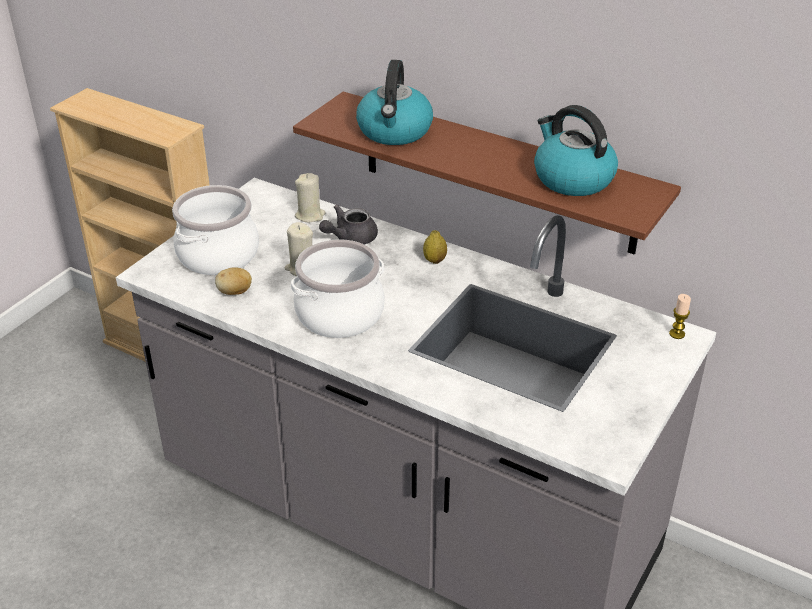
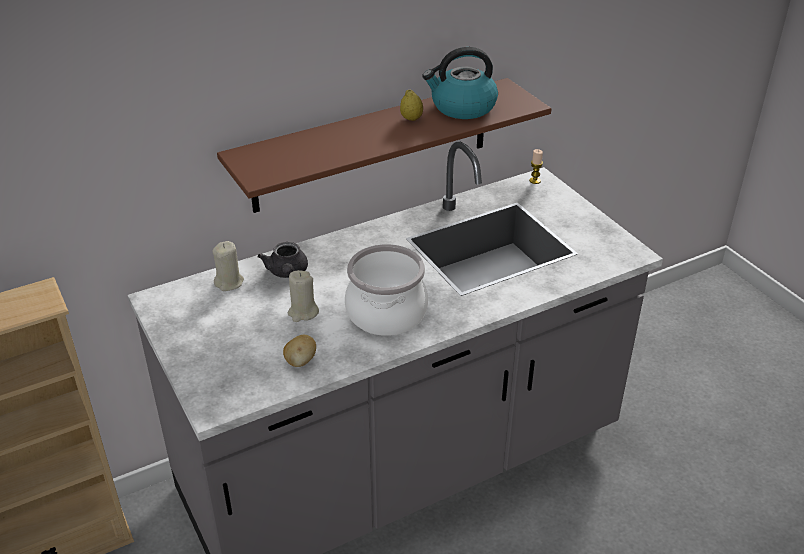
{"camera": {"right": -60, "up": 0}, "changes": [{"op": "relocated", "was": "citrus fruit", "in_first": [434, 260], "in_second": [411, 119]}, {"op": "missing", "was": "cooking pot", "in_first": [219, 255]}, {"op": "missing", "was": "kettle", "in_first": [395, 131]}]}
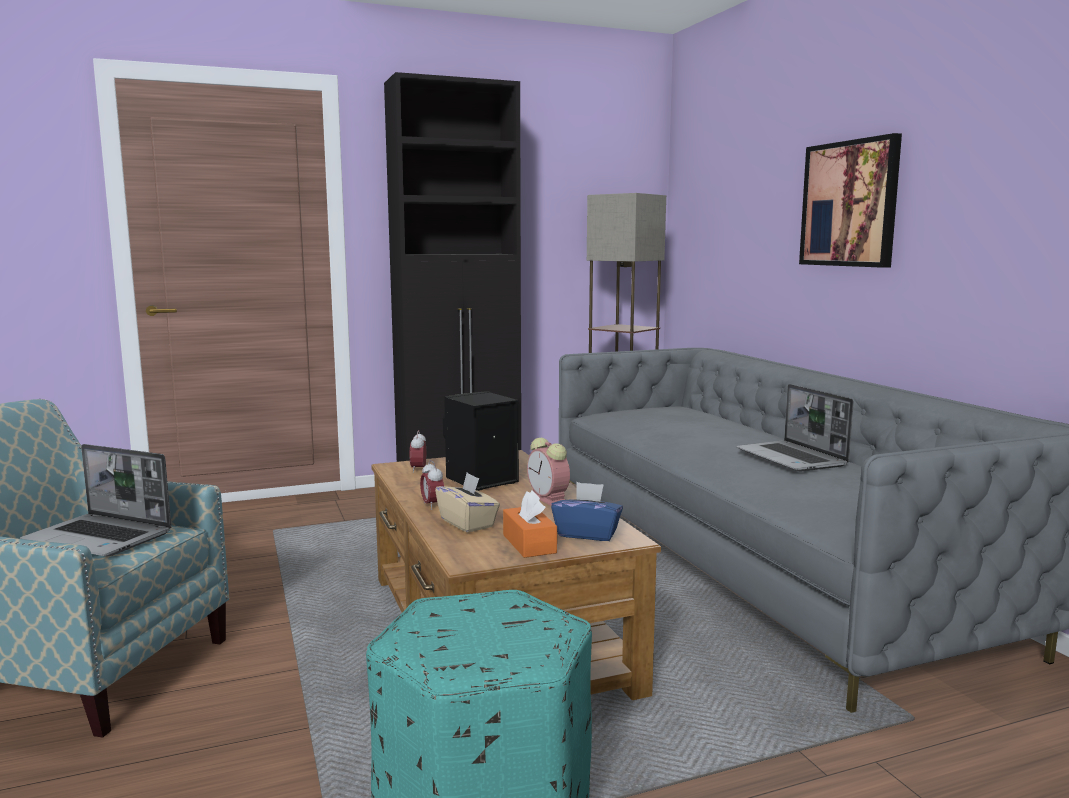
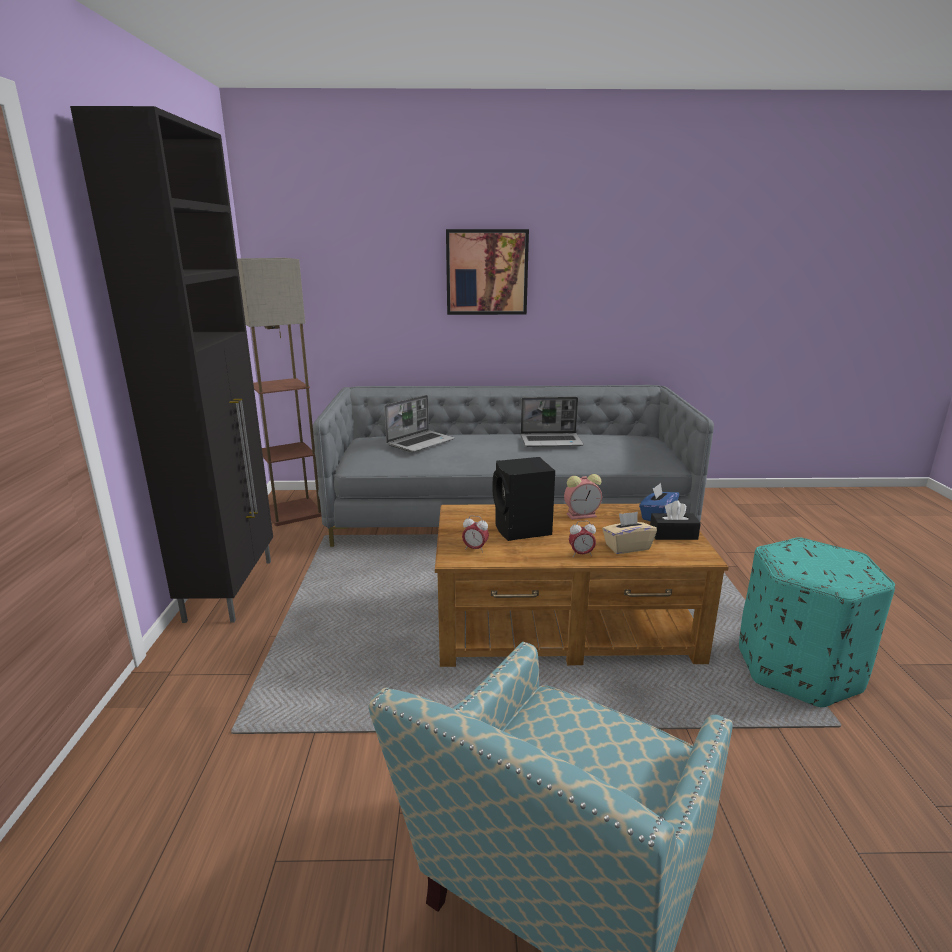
{"camera": {"right": -70, "up": 10}, "changes": [{"op": "relocated", "was": "notebook computer", "in_first": [100, 537], "in_second": [421, 442]}, {"op": "colour", "was": "orangey tissue holder", "now": "black-coloured tissue holder", "in_first": [529, 544], "in_second": [673, 534]}]}
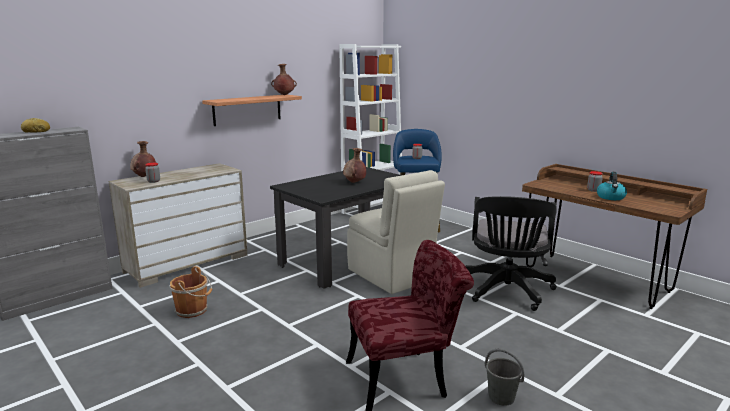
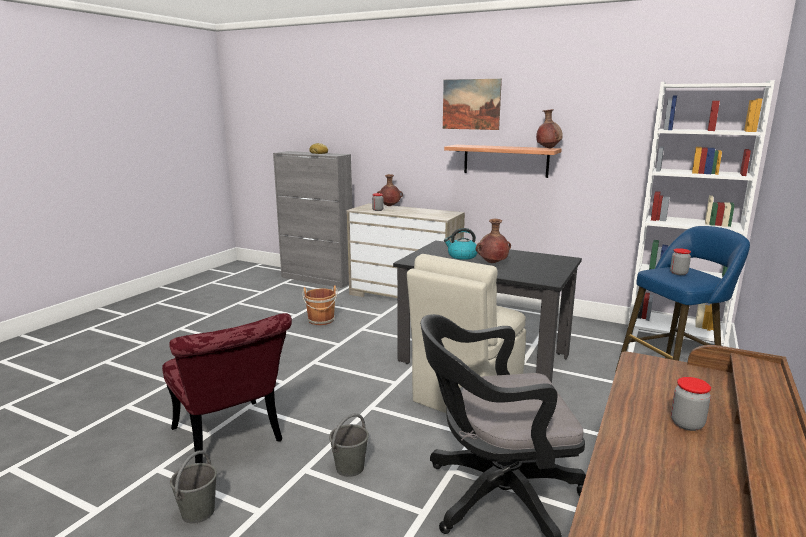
{"camera": {"right": 70, "up": 0}, "changes": [{"op": "appeared", "now": "grey bucket", "in_second": [349, 468]}, {"op": "appeared", "now": "wall art", "in_second": [471, 104]}, {"op": "relocated", "was": "kettle", "in_first": [611, 197], "in_second": [462, 256]}]}
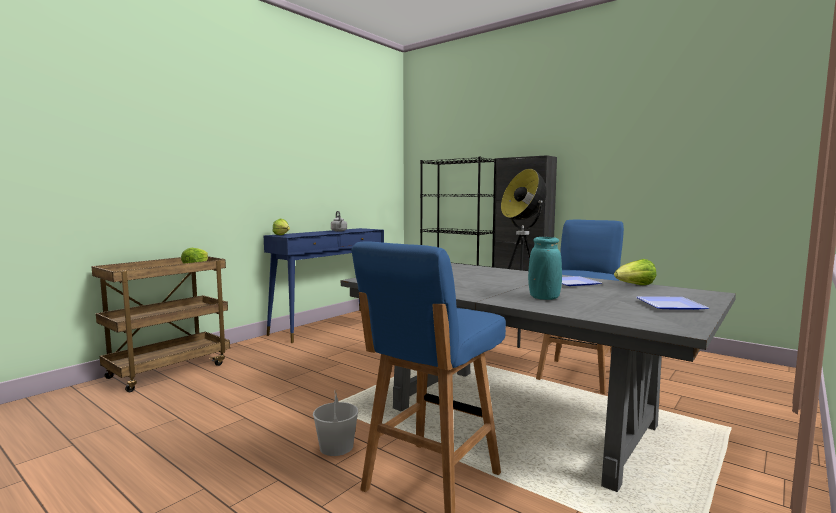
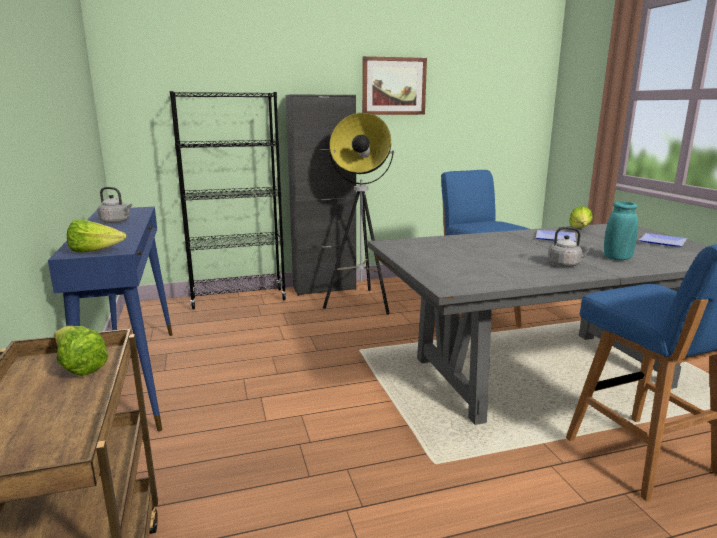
{"camera": {"right": -55, "up": 10}, "changes": [{"op": "appeared", "now": "wall art", "in_second": [393, 86]}, {"op": "appeared", "now": "grey kettle", "in_second": [565, 264]}, {"op": "missing", "was": "white-coloured bucket", "in_first": [336, 446]}]}
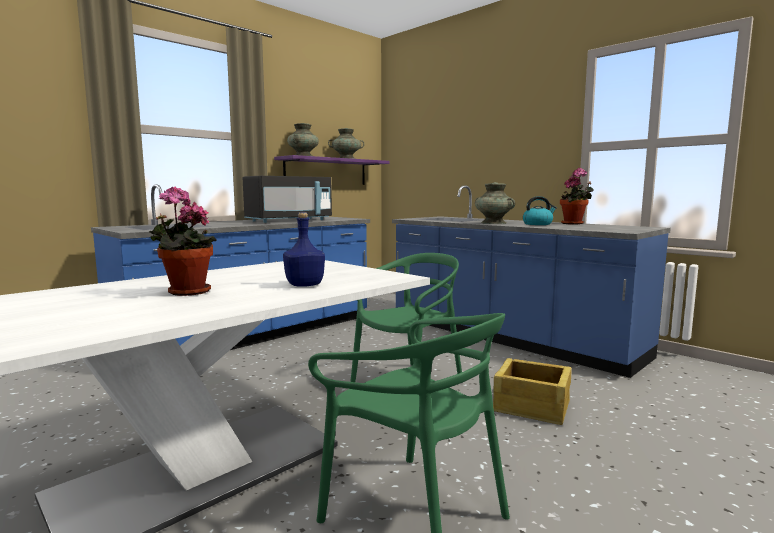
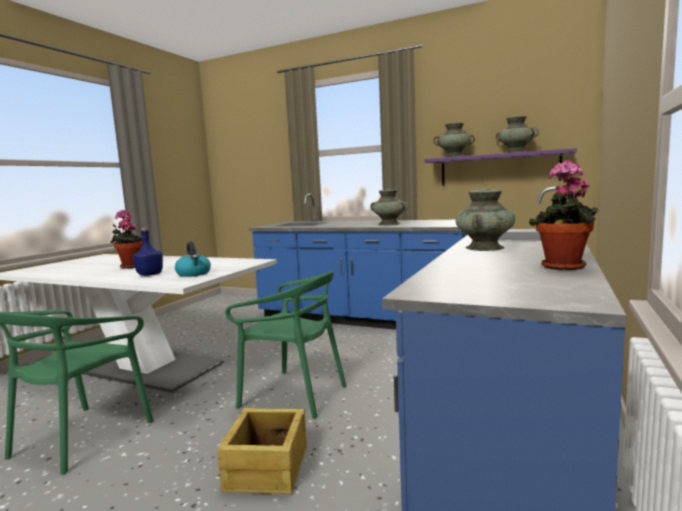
{"camera": {"right": 70, "up": 0}, "changes": [{"op": "relocated", "was": "kettle", "in_first": [538, 224], "in_second": [194, 274]}, {"op": "exchanged", "was": "black-coloured microwave oven", "now": "blue-green vase", "in_first": [289, 221], "in_second": [389, 224]}]}
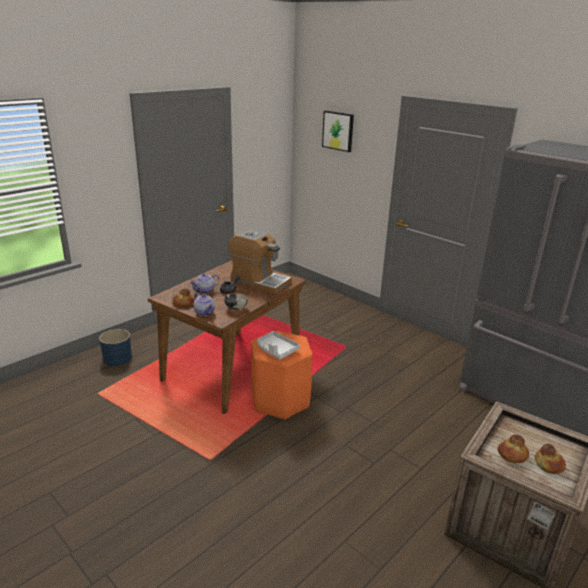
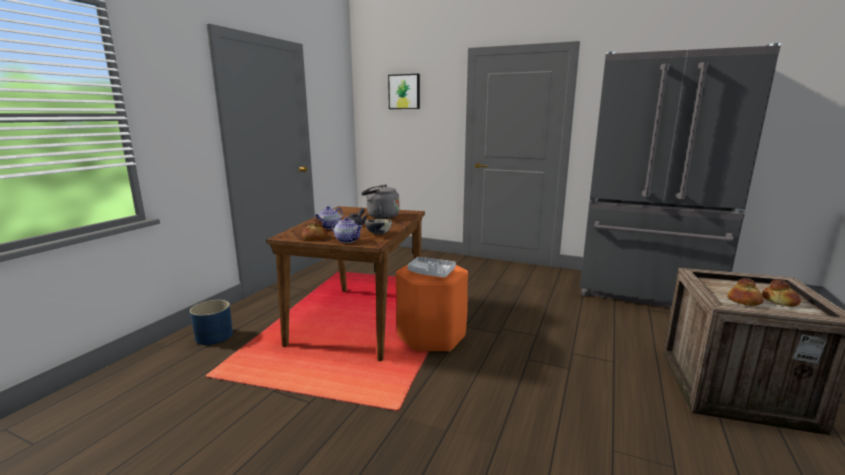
{"camera": {"right": -20, "up": -10}, "changes": [{"op": "exchanged", "was": "coffee brewer", "now": "grey kettle", "in_first": [259, 281], "in_second": [380, 216]}]}
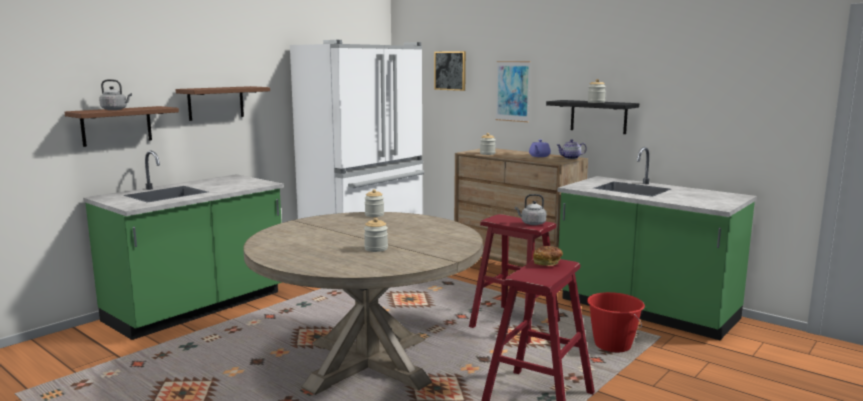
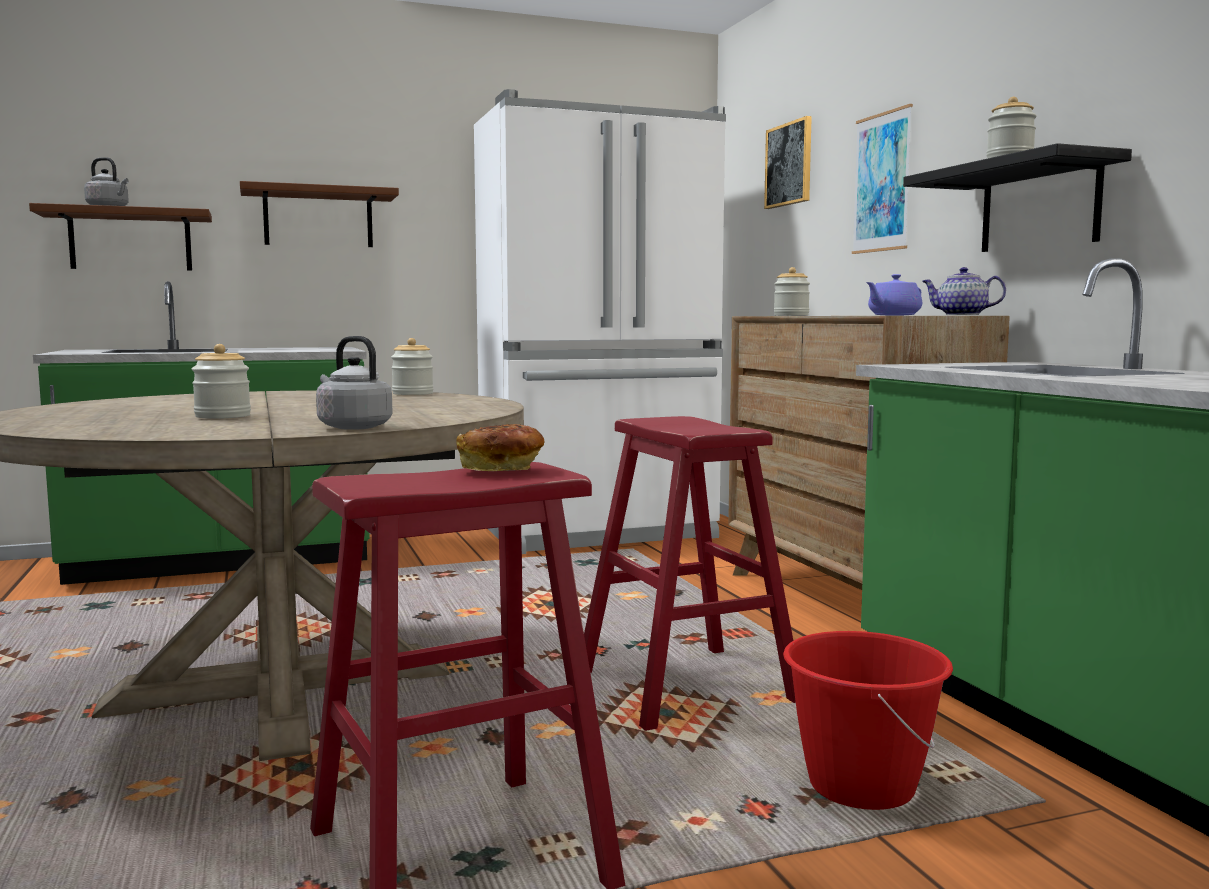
{"camera": {"right": 30, "up": -5}, "changes": [{"op": "relocated", "was": "grey kettle", "in_first": [531, 223], "in_second": [352, 427]}]}
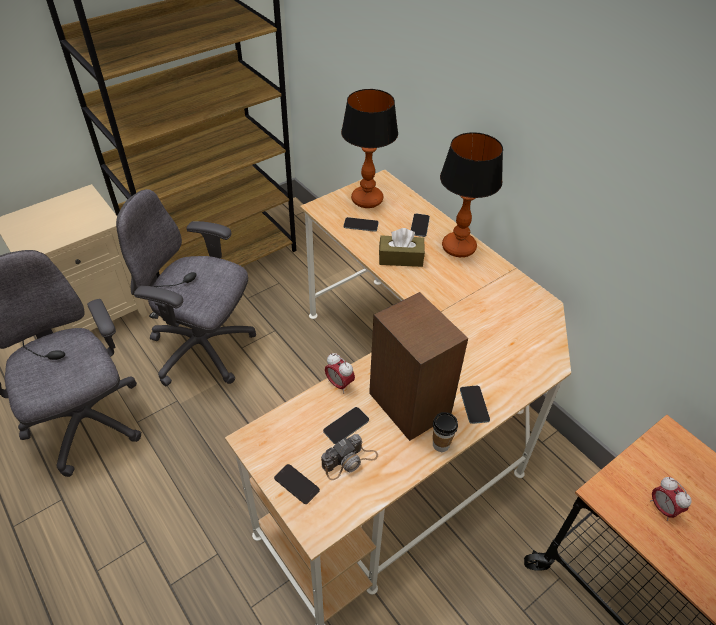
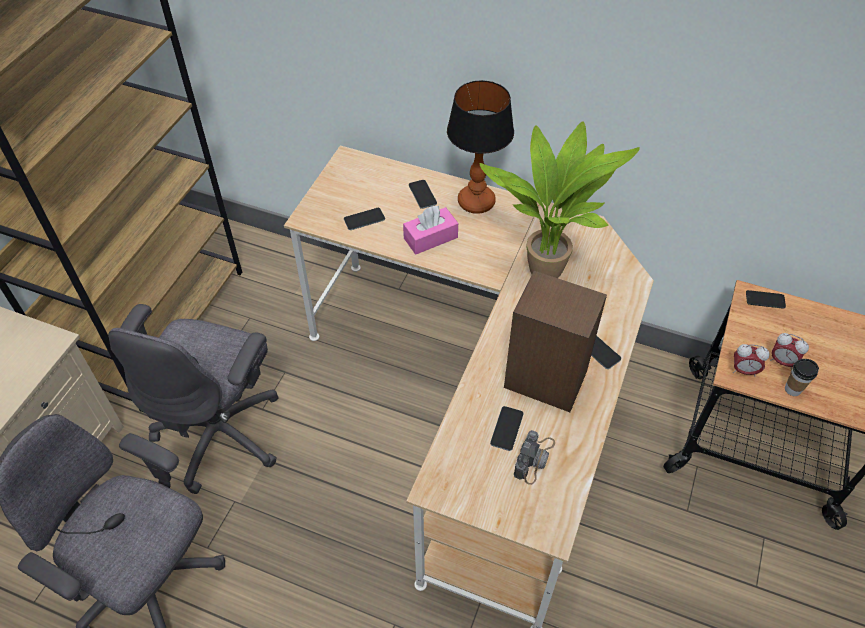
{"camera": {"right": -30, "up": 5}, "changes": [{"op": "spun", "was": "grey desk chair", "in_first": [204, 350], "in_second": [222, 432], "clockwise": -60}, {"op": "colour", "was": "brown-coloured tissue holder", "now": "pink-coloured tissue holder", "in_first": [401, 258], "in_second": [430, 238]}, {"op": "appeared", "now": "plant in a pot", "in_second": [546, 269]}, {"op": "relocated", "was": "table clock", "in_first": [339, 384], "in_second": [743, 371]}, {"op": "relocated", "was": "phone", "in_first": [296, 484], "in_second": [765, 300]}, {"op": "relocated", "was": "drinking cup", "in_first": [441, 444], "in_second": [792, 389]}, {"op": "missing", "was": "table lamp", "in_first": [366, 200]}]}
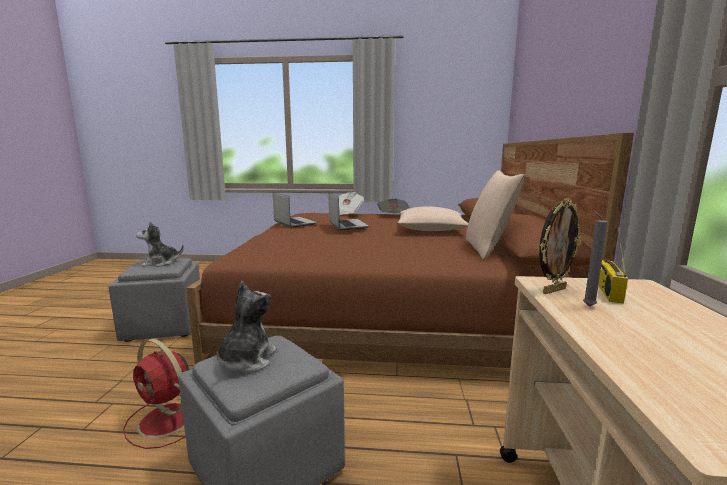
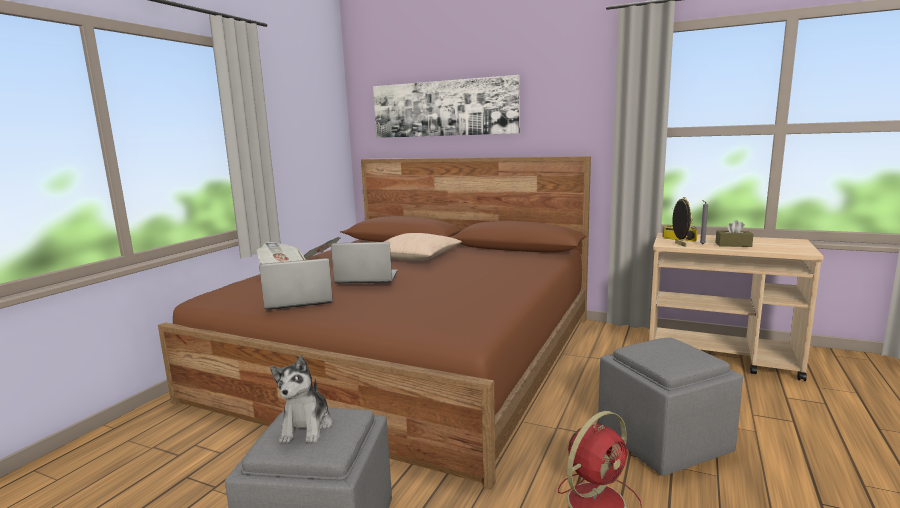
{"camera": {"right": -70, "up": 0}, "changes": [{"op": "appeared", "now": "wall art", "in_second": [443, 108]}, {"op": "appeared", "now": "brown-coloured tissue holder", "in_second": [733, 245]}, {"op": "missing", "was": "cuddly toy", "in_first": [246, 361]}, {"op": "missing", "was": "beige throw pillow", "in_first": [488, 249]}]}
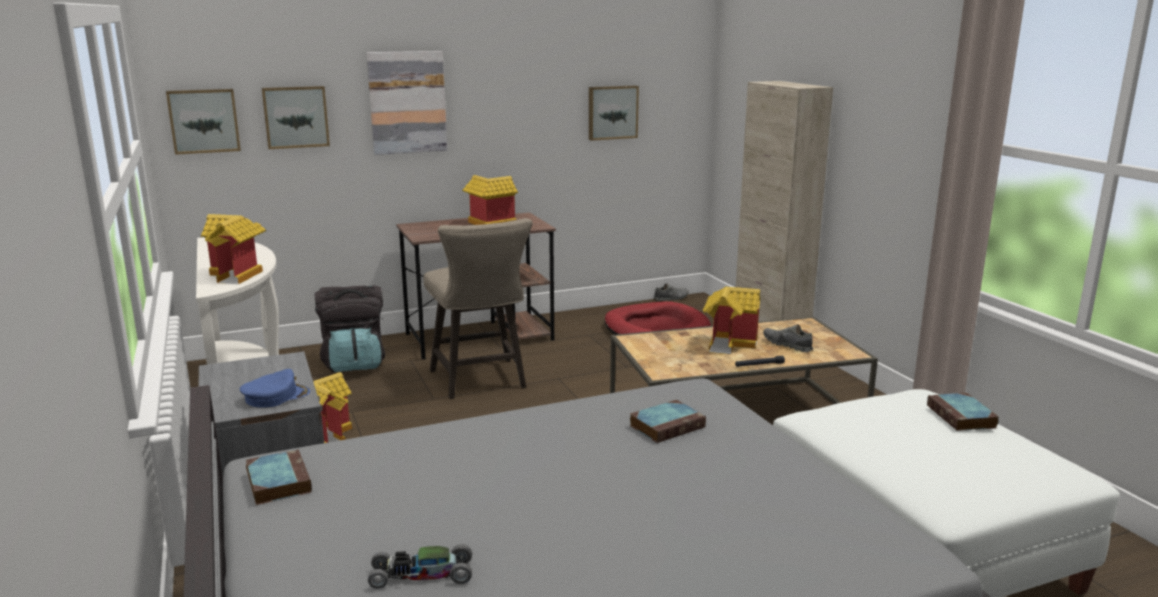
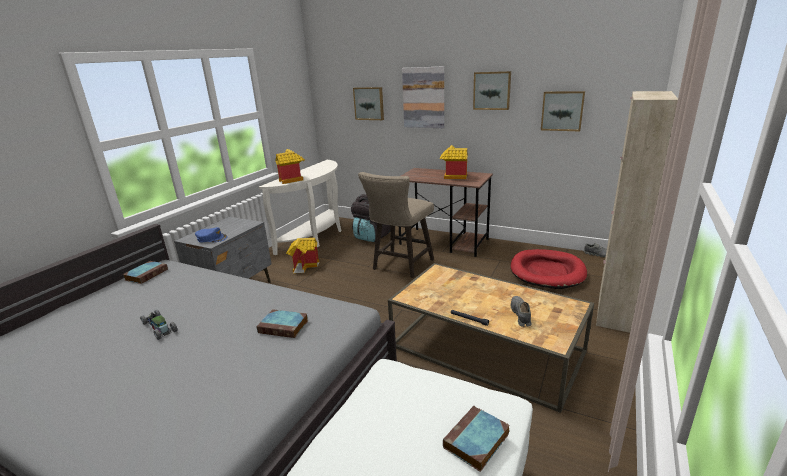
{"camera": {"right": 50, "up": 5}, "changes": [{"op": "relocated", "was": "miniature car", "in_first": [421, 575], "in_second": [159, 327]}, {"op": "relocated", "was": "wall art", "in_first": [204, 121], "in_second": [492, 90]}, {"op": "missing", "was": "toy house", "in_first": [729, 343]}]}
